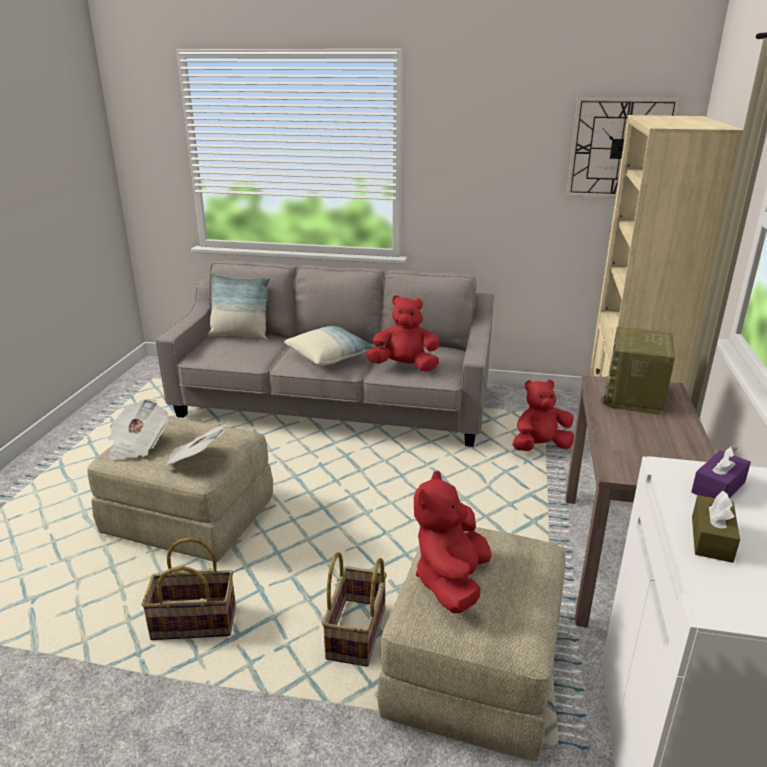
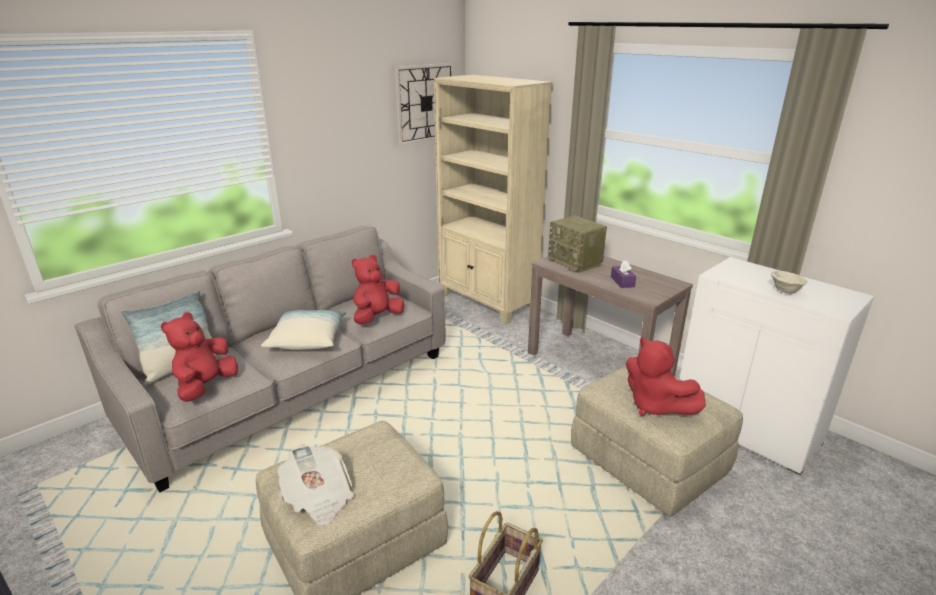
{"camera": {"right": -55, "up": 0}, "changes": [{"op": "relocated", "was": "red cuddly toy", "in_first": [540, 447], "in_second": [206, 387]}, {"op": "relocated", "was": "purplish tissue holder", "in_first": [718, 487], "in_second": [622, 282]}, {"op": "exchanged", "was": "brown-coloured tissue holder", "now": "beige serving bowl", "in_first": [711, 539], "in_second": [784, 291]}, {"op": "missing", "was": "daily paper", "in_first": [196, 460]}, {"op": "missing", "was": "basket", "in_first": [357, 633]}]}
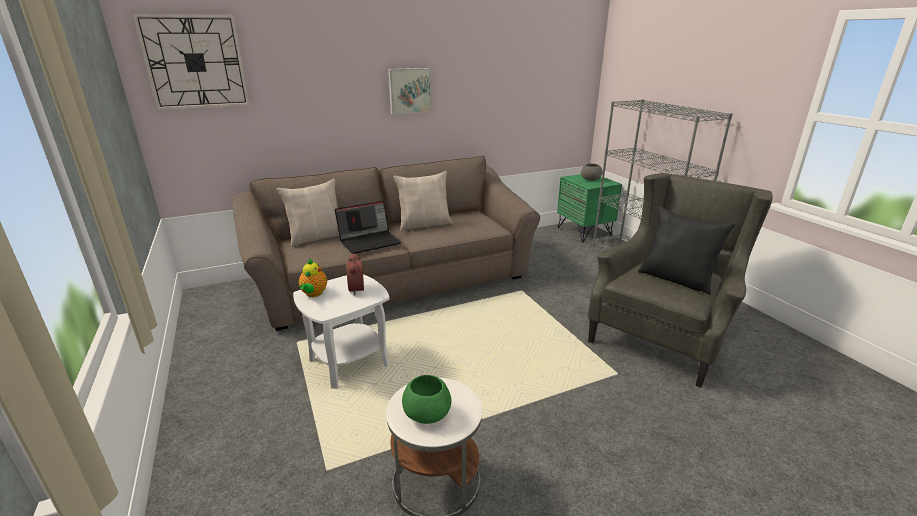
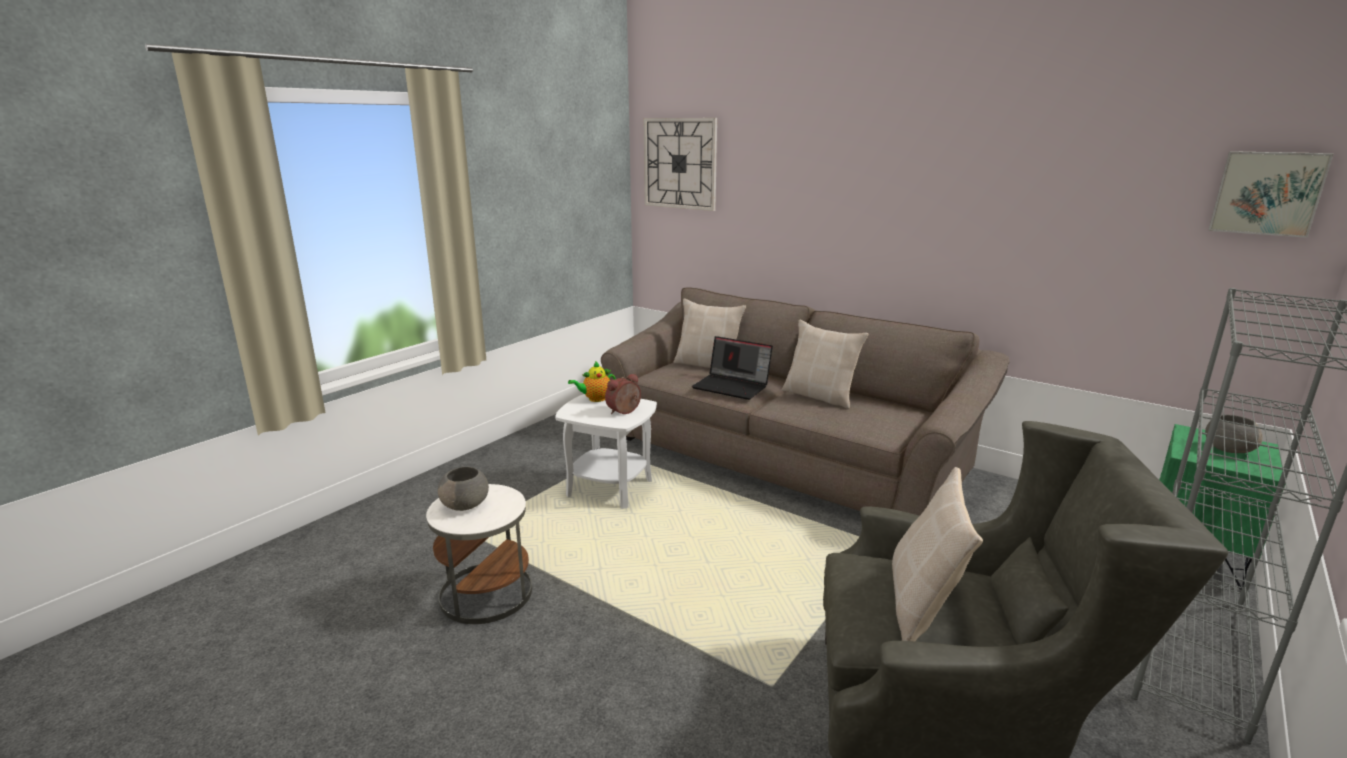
{"camera": {"right": 60, "up": -5}, "changes": [{"op": "colour", "was": "green-coloured serving bowl", "now": "grey serving bowl", "in_first": [427, 413], "in_second": [466, 505]}, {"op": "colour", "was": "black-coloured throw pillow", "now": "beige throw pillow", "in_first": [676, 279], "in_second": [922, 607]}, {"op": "relocated", "was": "wall art", "in_first": [409, 90], "in_second": [1267, 193]}]}
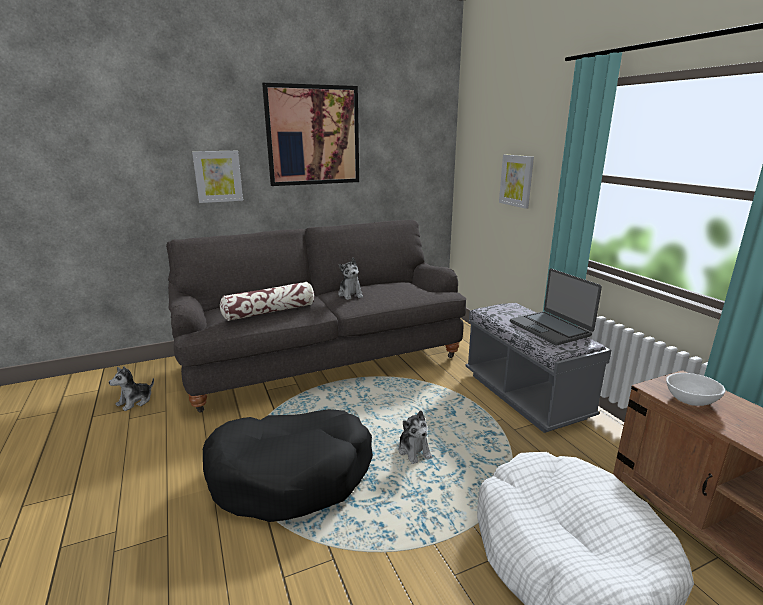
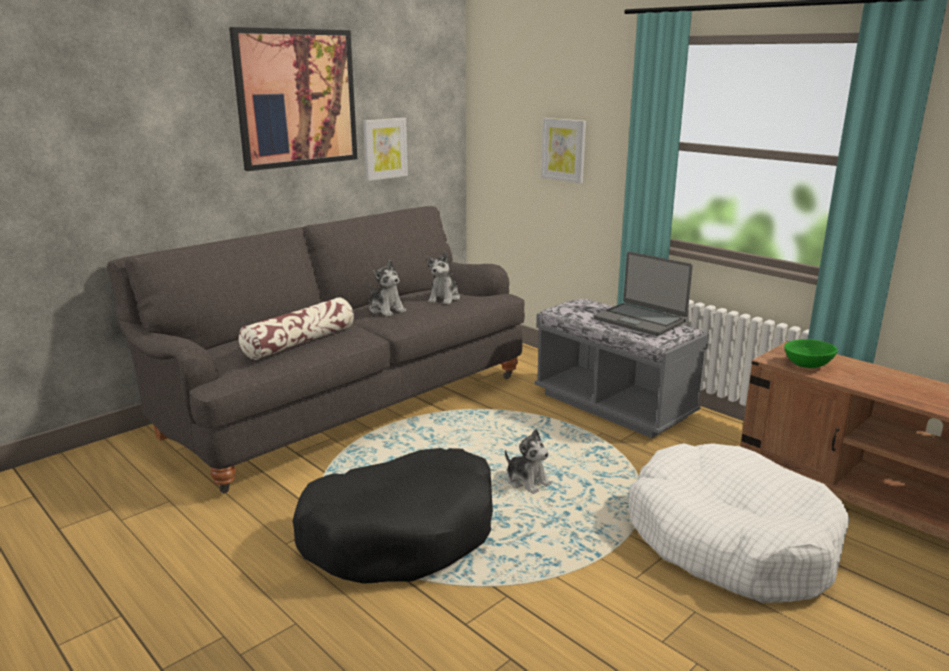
{"camera": {"right": -20, "up": 0}, "changes": [{"op": "relocated", "was": "wall art", "in_first": [218, 176], "in_second": [384, 148]}, {"op": "relocated", "was": "cuddly toy", "in_first": [135, 401], "in_second": [444, 298]}, {"op": "colour", "was": "white-coloured serving bowl", "now": "green-coloured serving bowl", "in_first": [691, 401], "in_second": [808, 365]}]}
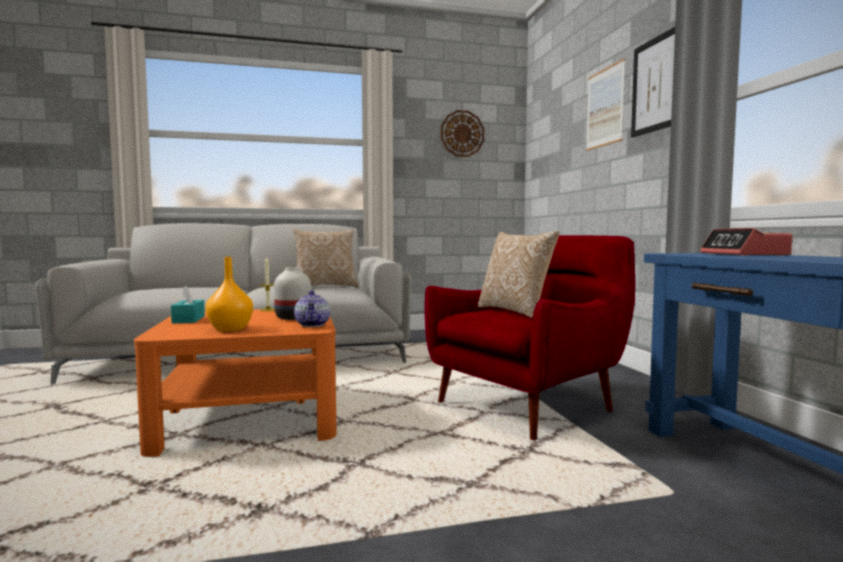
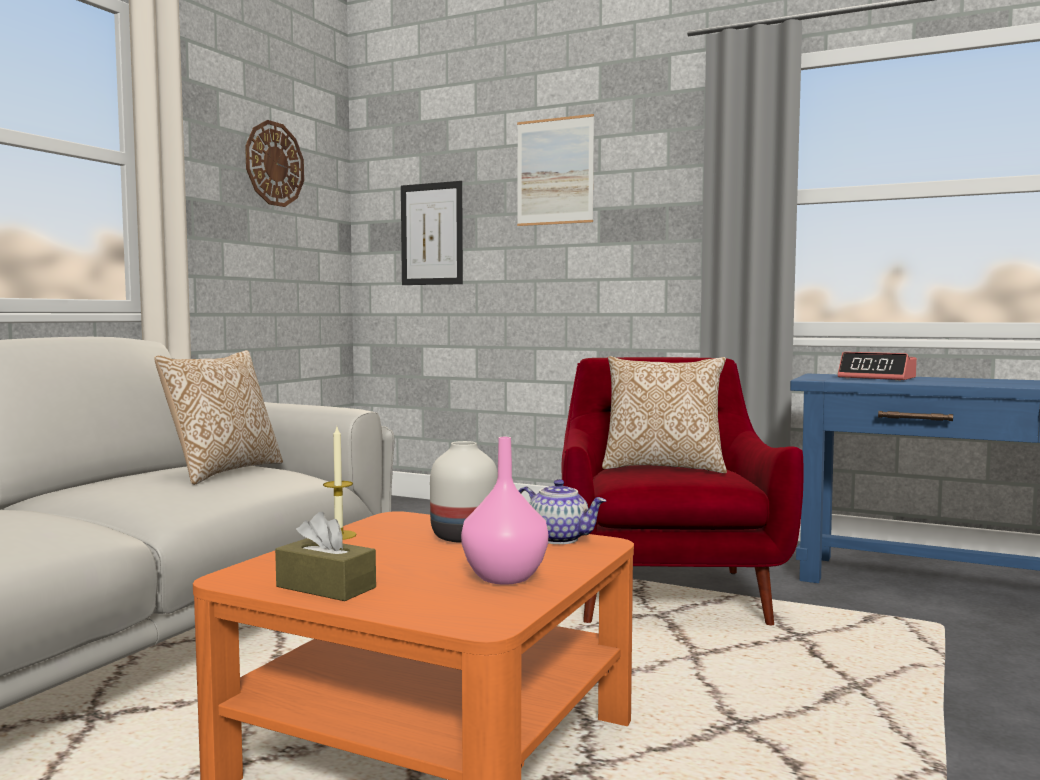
{"camera": {"right": -50, "up": 0}, "changes": [{"op": "colour", "was": "blue-green tissue holder", "now": "brown-coloured tissue holder", "in_first": [188, 319], "in_second": [326, 587]}, {"op": "relocated", "was": "wall art", "in_first": [655, 85], "in_second": [432, 234]}, {"op": "colour", "was": "orangey vase", "now": "pink-coloured vase", "in_first": [230, 329], "in_second": [503, 577]}]}
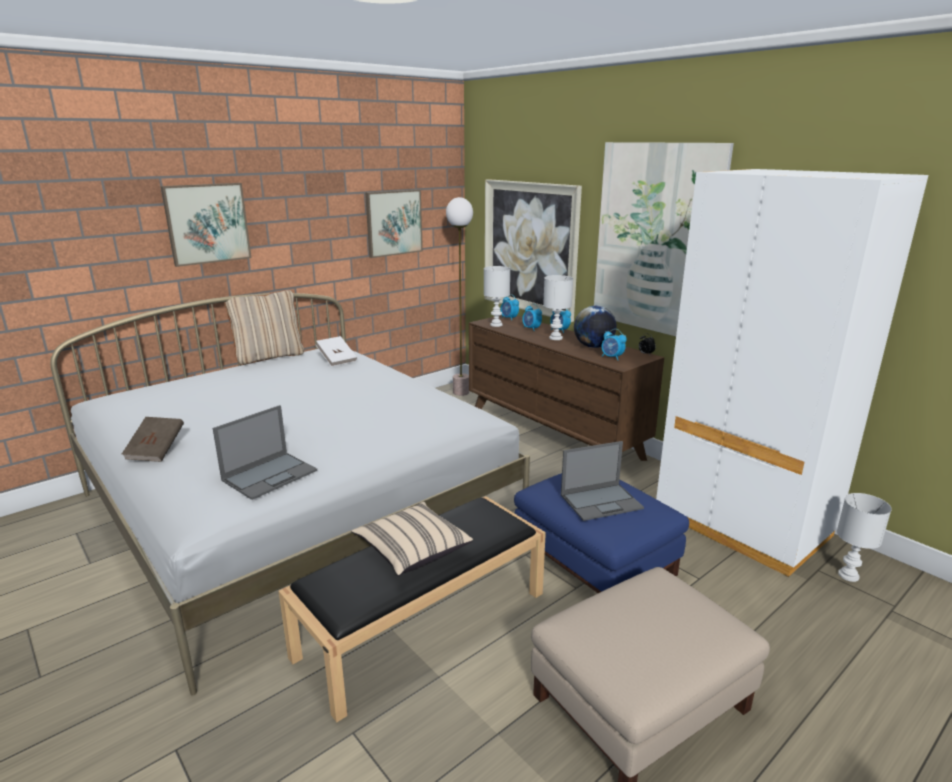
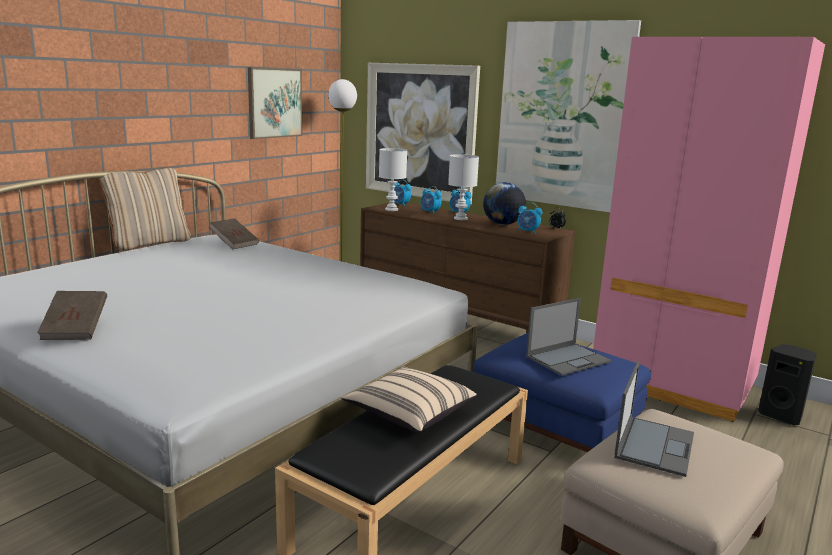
{"camera": {"right": -15, "up": -5}, "changes": [{"op": "colour", "was": "white-coloured bound book", "now": "brown-coloured bound book", "in_first": [337, 360], "in_second": [234, 244]}, {"op": "colour", "was": "white-coloured wardrobe", "now": "pink-coloured wardrobe", "in_first": [742, 525], "in_second": [672, 384]}, {"op": "relocated", "was": "notebook computer", "in_first": [270, 475], "in_second": [654, 445]}, {"op": "exchanged", "was": "white-coloured table lamp", "now": "black-coloured speaker", "in_first": [849, 576], "in_second": [781, 415]}, {"op": "missing", "was": "wall art", "in_first": [207, 223]}]}
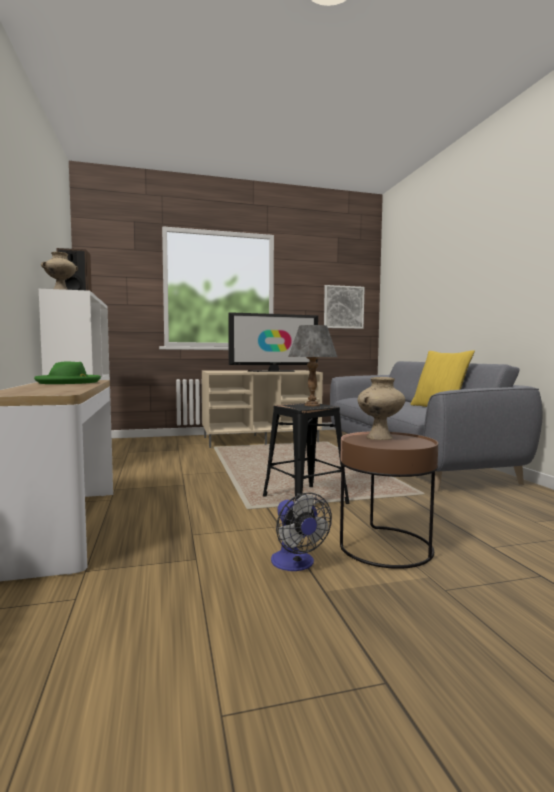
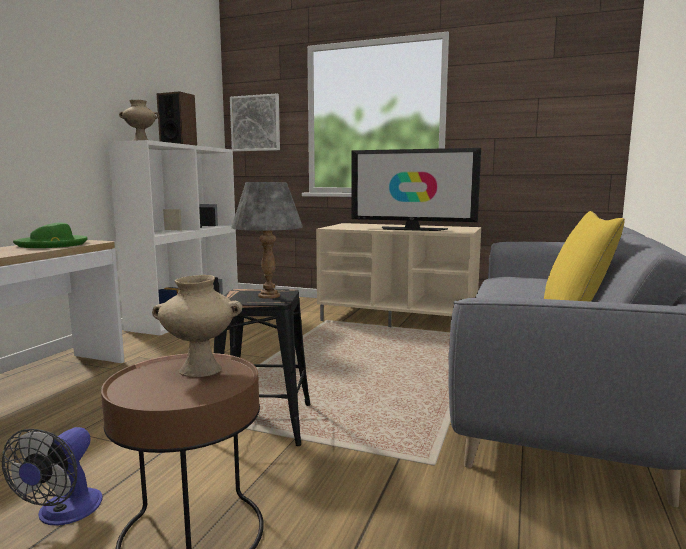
{"camera": {"right": 35, "up": 5}, "changes": [{"op": "relocated", "was": "wall art", "in_first": [343, 307], "in_second": [255, 123]}]}
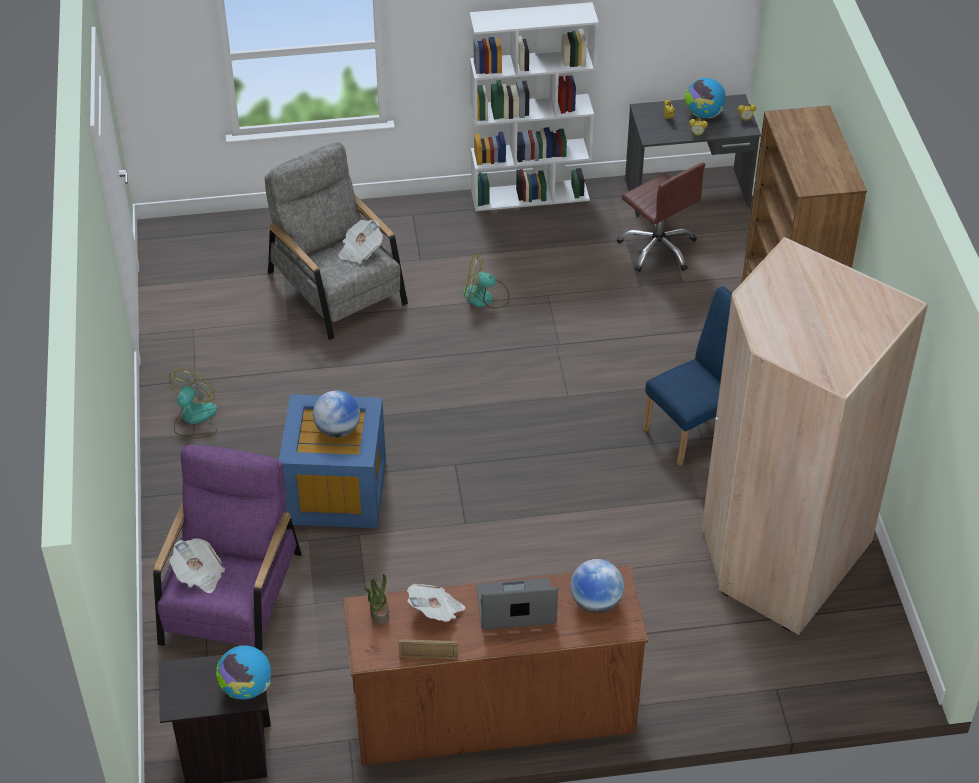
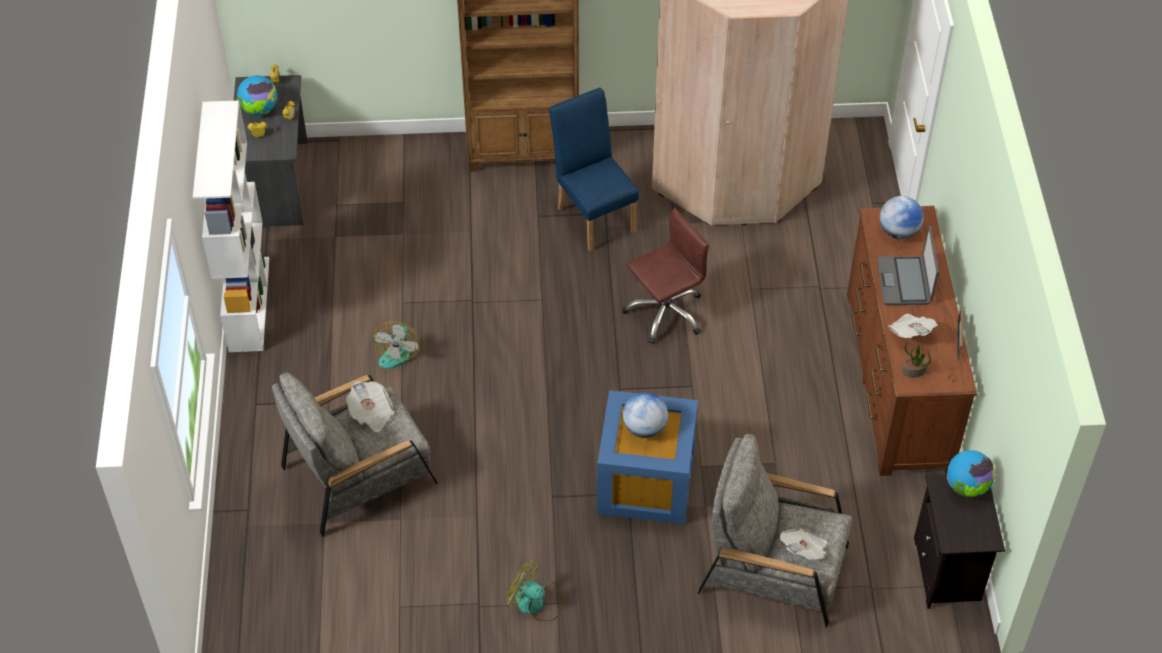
{"camera": {"right": -85, "up": 5}, "changes": [{"op": "relocated", "was": "brown-coloured desk chair", "in_first": [658, 249], "in_second": [664, 312]}, {"op": "colour", "was": "purplish armchair", "now": "grey armchair", "in_first": [231, 599], "in_second": [774, 568]}]}
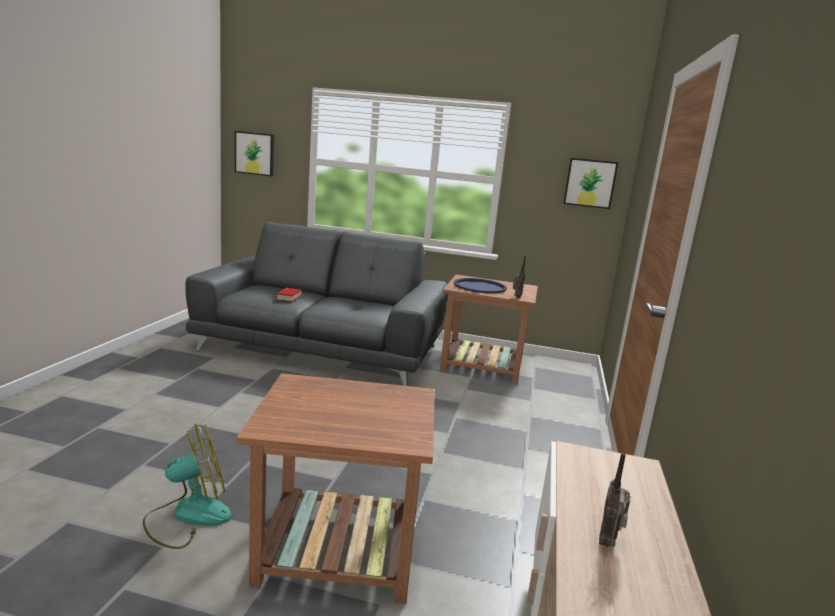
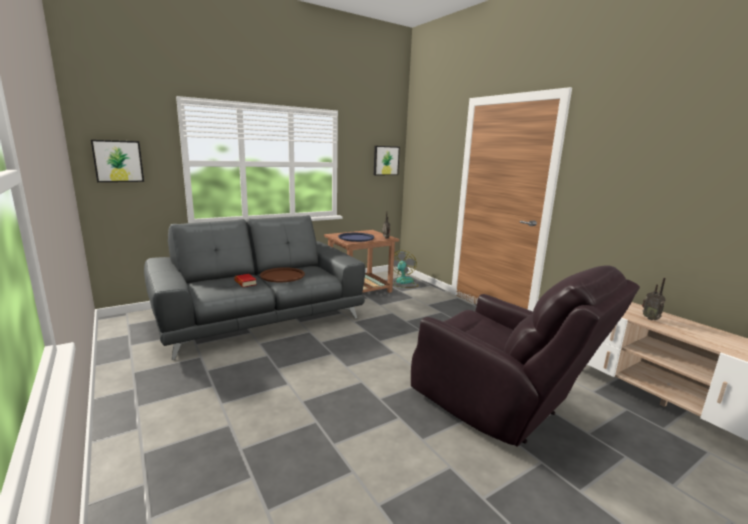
{"camera": {"right": -45, "up": 0}, "changes": [{"op": "appeared", "now": "brown-coloured tray", "in_second": [282, 275]}, {"op": "relocated", "was": "fan", "in_first": [188, 516], "in_second": [403, 282]}, {"op": "exchanged", "was": "brown-coloured side table", "now": "brown-coloured armchair", "in_first": [336, 549], "in_second": [500, 406]}]}
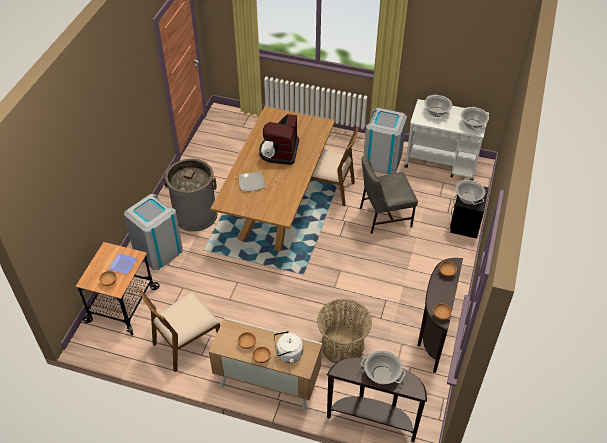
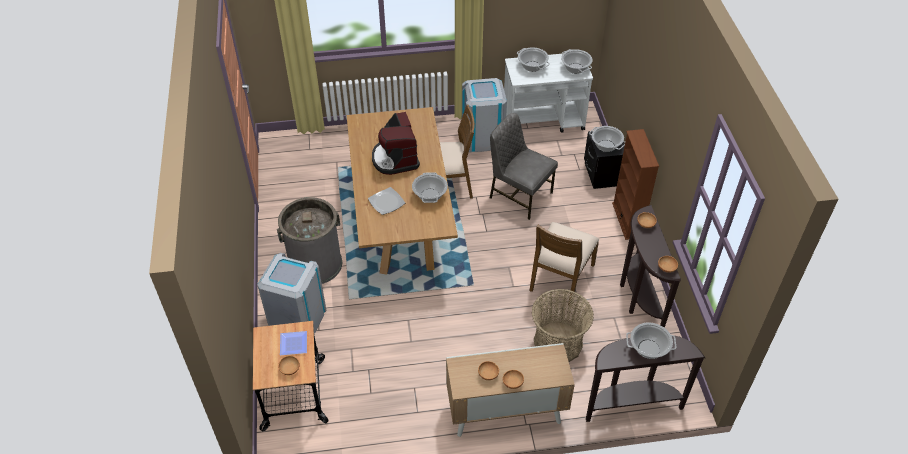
{"camera": {"right": -25, "up": 0}, "changes": [{"op": "appeared", "now": "cooking pot", "in_second": [430, 195]}, {"op": "spun", "was": "grey chair", "in_first": [384, 216], "in_second": [519, 195], "clockwise": 75}, {"op": "relocated", "was": "brown-coloured chair", "in_first": [187, 343], "in_second": [560, 277]}, {"op": "appeared", "now": "brown-coloured bookcase", "in_second": [627, 220]}, {"op": "missing", "was": "white-coloured kettle", "in_first": [288, 354]}]}
